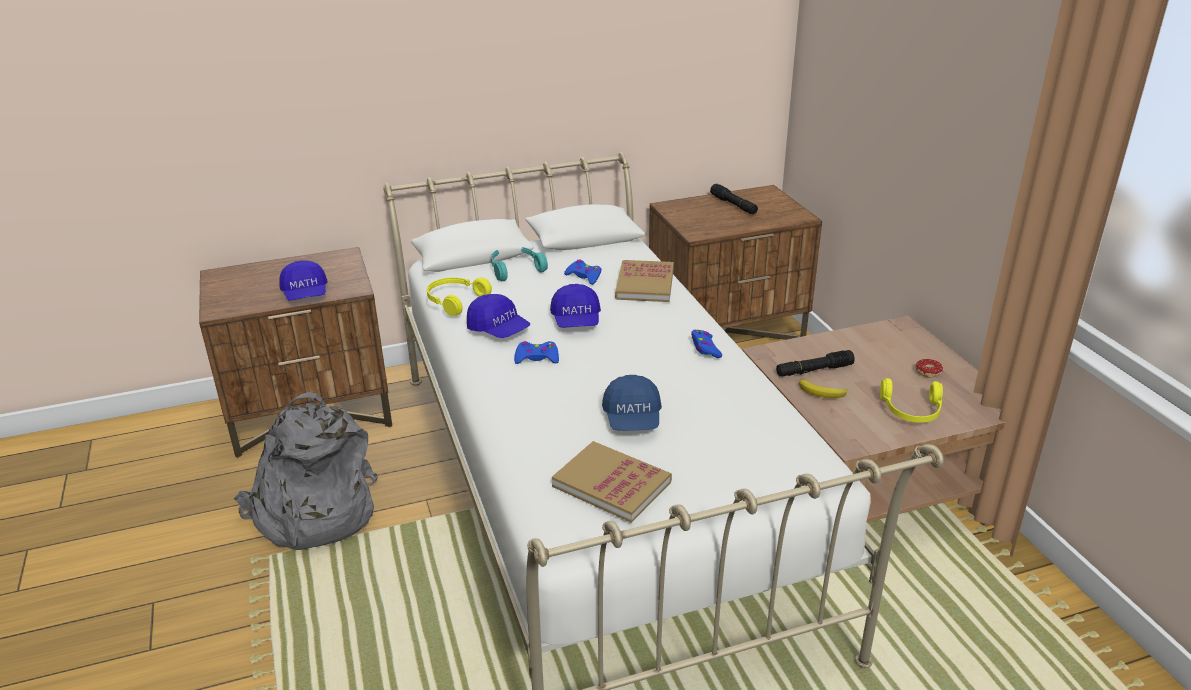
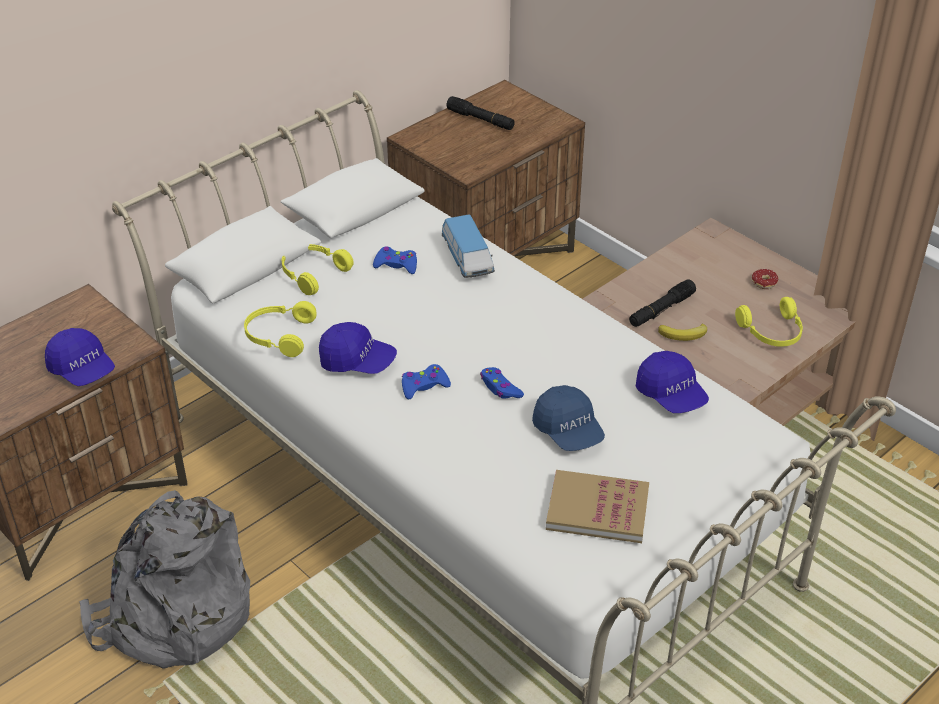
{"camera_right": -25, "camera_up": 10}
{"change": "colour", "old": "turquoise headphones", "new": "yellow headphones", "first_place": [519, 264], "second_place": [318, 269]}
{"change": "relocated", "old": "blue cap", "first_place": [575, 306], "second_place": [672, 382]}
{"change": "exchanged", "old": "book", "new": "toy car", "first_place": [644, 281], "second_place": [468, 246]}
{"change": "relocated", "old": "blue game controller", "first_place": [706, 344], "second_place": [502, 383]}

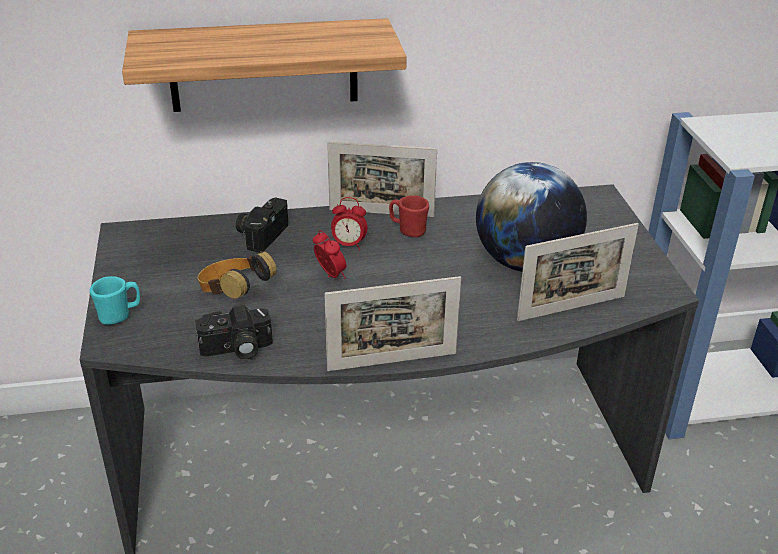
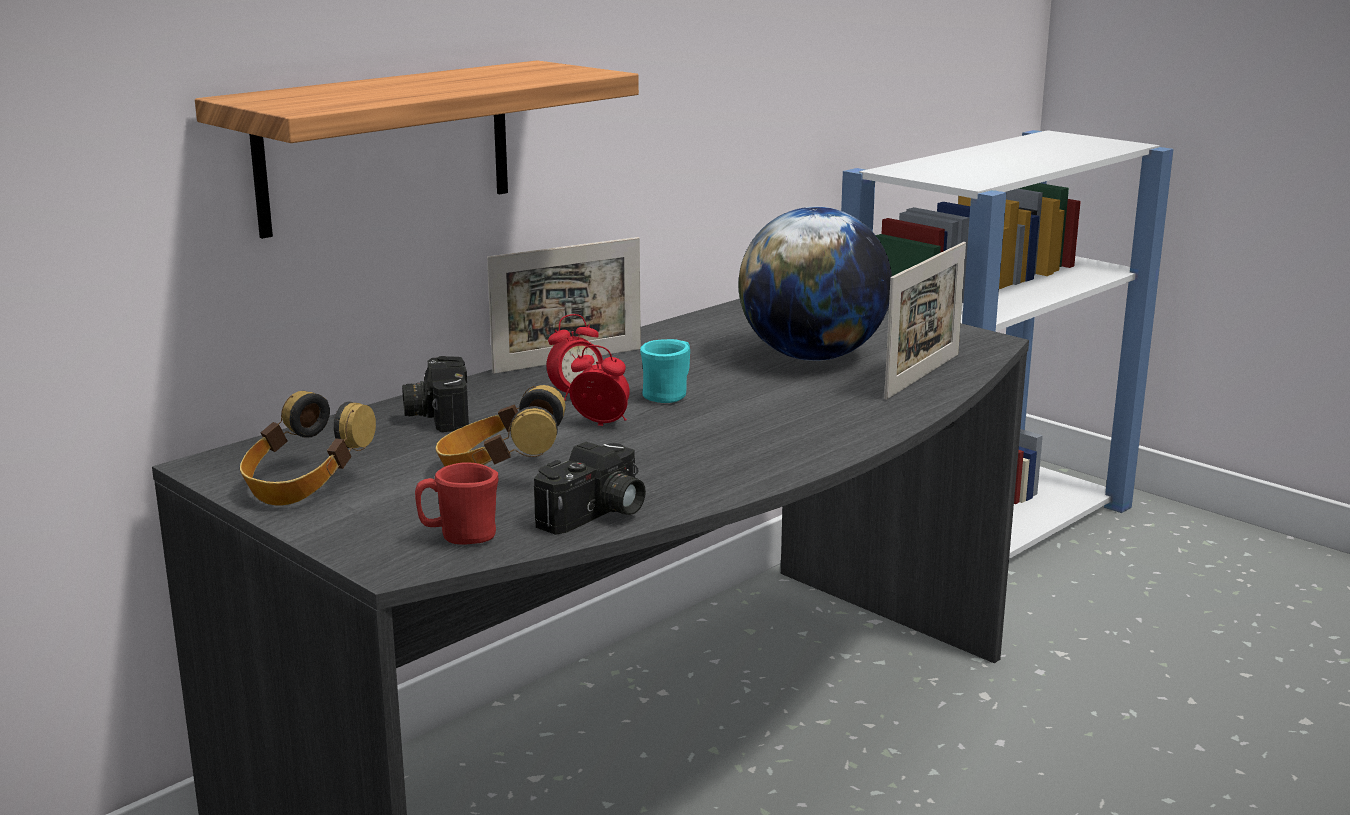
{"camera_right": -35, "camera_up": -15}
{"change": "relocated", "old": "turquoise mug", "first_place": [114, 300], "second_place": [665, 371]}
{"change": "missing", "old": "picture frame", "first_place": [392, 323]}
{"change": "relocated", "old": "red mug", "first_place": [409, 216], "second_place": [456, 504]}
{"change": "appeared", "new": "headphones", "second_place": [308, 448]}

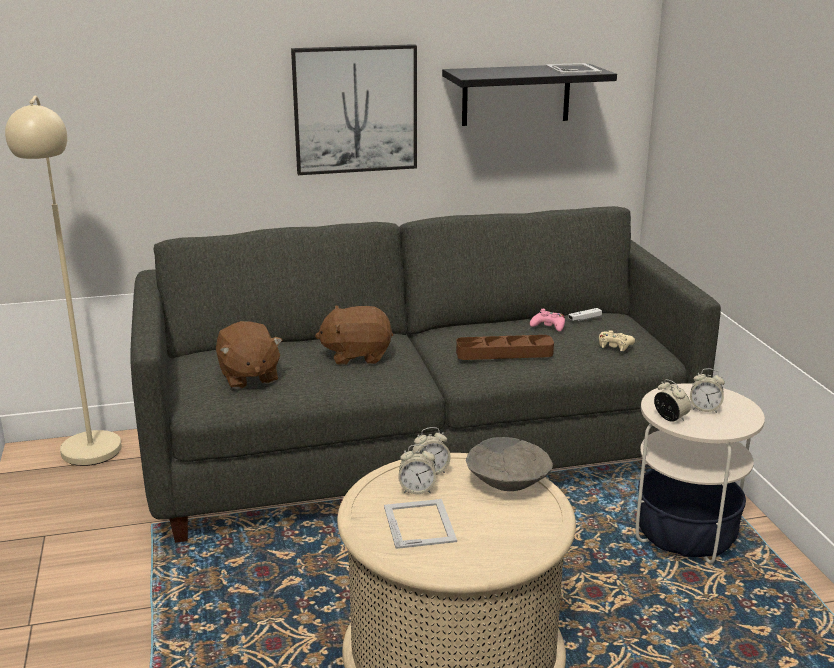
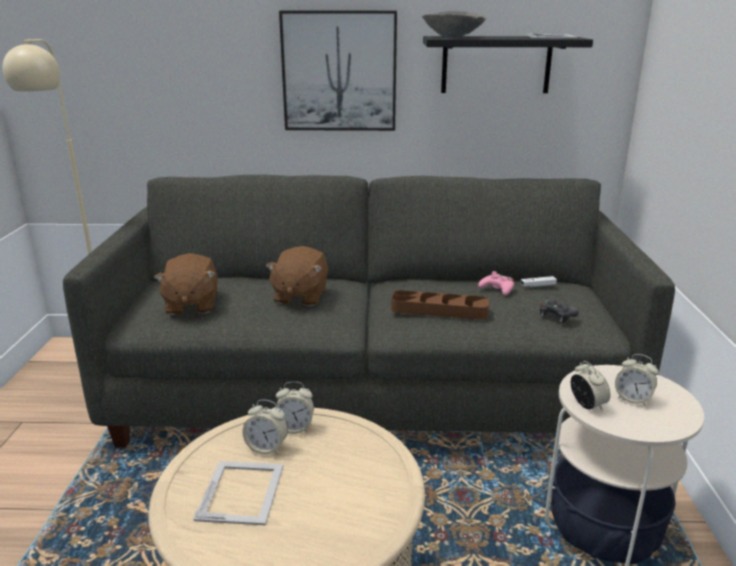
{"camera_right": 15, "camera_up": 0}
{"change": "spun", "old": "brown plush toy", "first_place": [354, 335], "second_place": [297, 276], "degrees": -90}
{"change": "relocated", "old": "grey bowl", "first_place": [509, 464], "second_place": [454, 24]}
{"change": "colour", "old": "beige game controller", "new": "black game controller", "first_place": [617, 340], "second_place": [559, 310]}

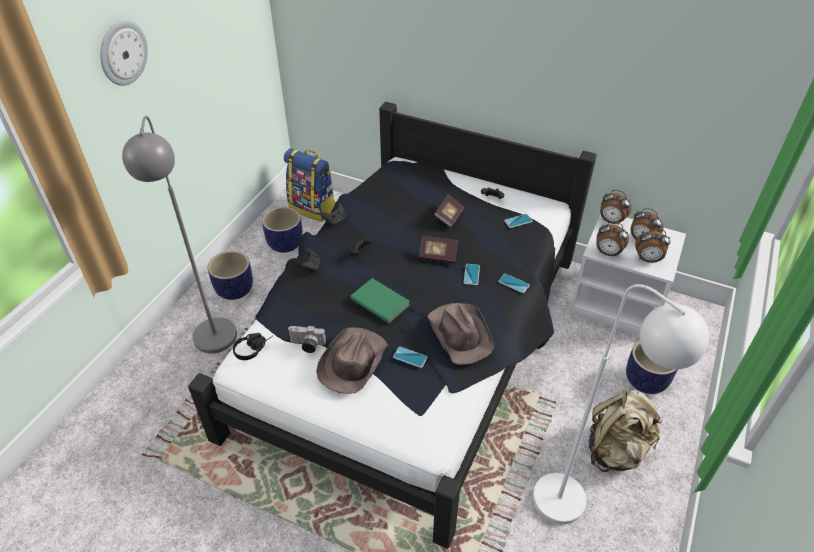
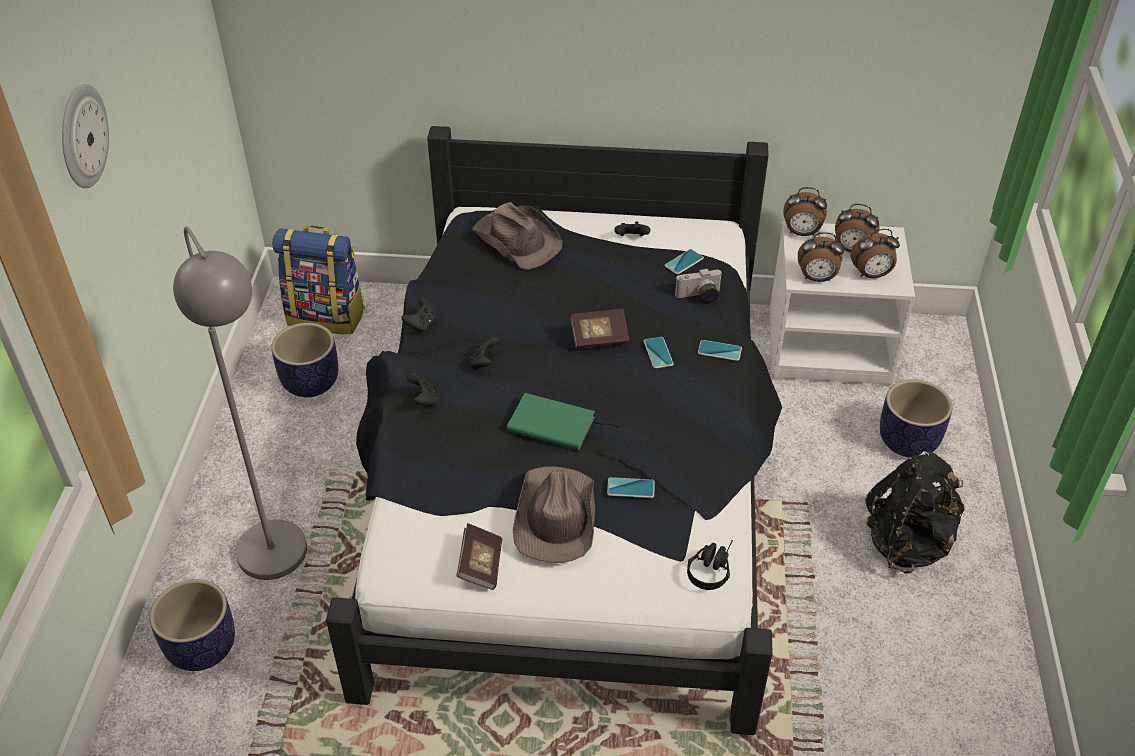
{"camera_right": -20, "camera_up": 0}
{"change": "relocated", "old": "planter", "first_place": [230, 275], "second_place": [192, 625]}
{"change": "relocated", "old": "black headphones", "first_place": [253, 346], "second_place": [710, 565]}
{"change": "relocated", "old": "photo camera", "first_place": [307, 339], "second_place": [699, 285]}
{"change": "relocated", "old": "brown hat", "first_place": [460, 334], "second_place": [517, 236]}
{"change": "relocated", "old": "book", "first_place": [449, 211], "second_place": [479, 556]}
{"change": "missing", "old": "white floor lamp", "first_place": [621, 404]}
{"change": "colour", "old": "beige backpack", "new": "black backpack", "first_place": [626, 431], "second_place": [914, 512]}

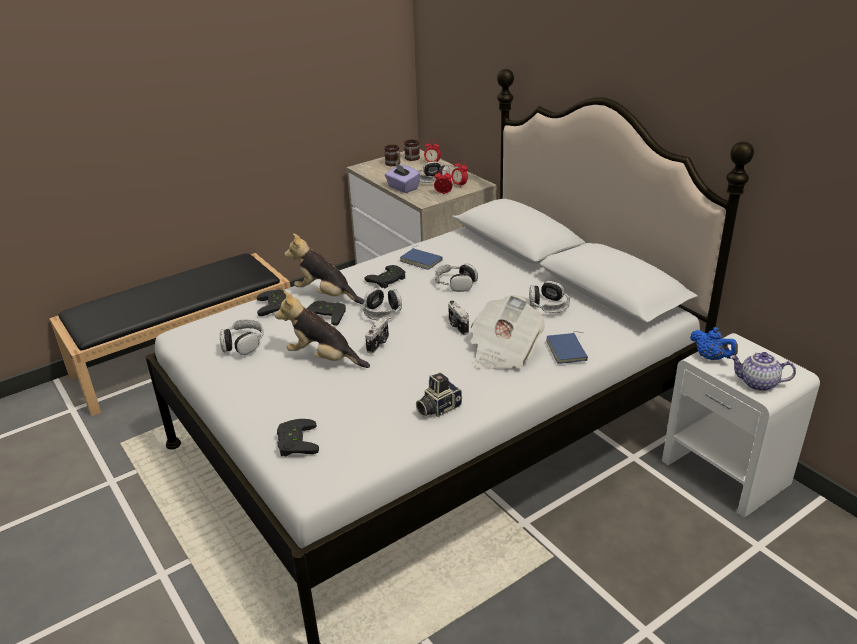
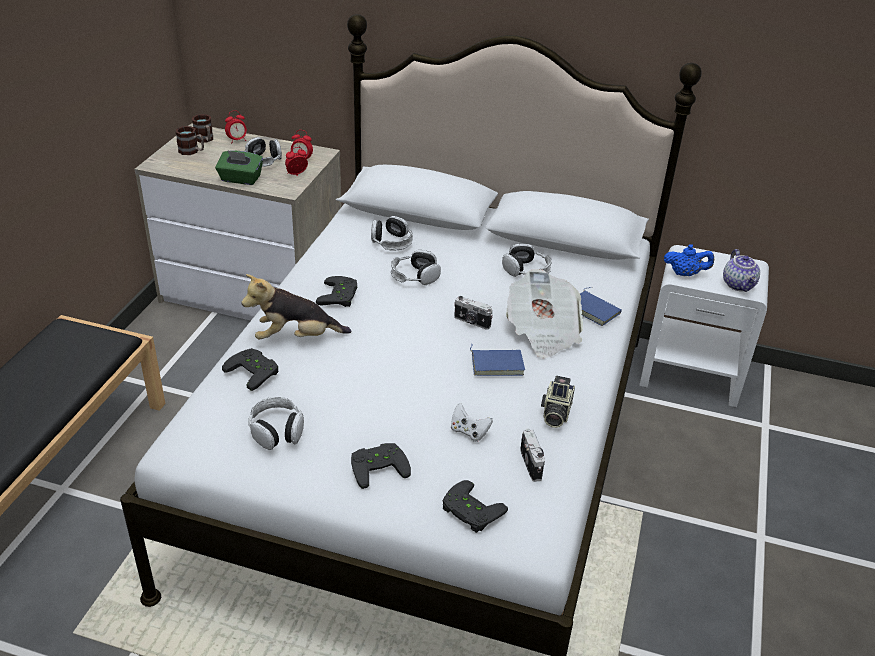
{"camera_right": -40, "camera_up": 5}
{"change": "missing", "old": "plush toy", "first_place": [322, 329]}
{"change": "relocated", "old": "black game controller", "first_place": [326, 313], "second_place": [381, 466]}
{"change": "relocated", "old": "headphones", "first_place": [382, 304], "second_place": [392, 233]}
{"change": "relocated", "old": "photo camera", "first_place": [377, 335], "second_place": [532, 455]}
{"change": "colour", "old": "purple tissue box", "new": "green tissue box", "first_place": [402, 178], "second_place": [239, 168]}
{"change": "relocated", "old": "blue book", "first_place": [421, 258], "second_place": [497, 360]}
{"change": "spun", "old": "teapot", "first_place": [763, 371], "second_place": [741, 270], "degrees": -75}
{"change": "appeared", "new": "white game controller", "second_place": [472, 422]}

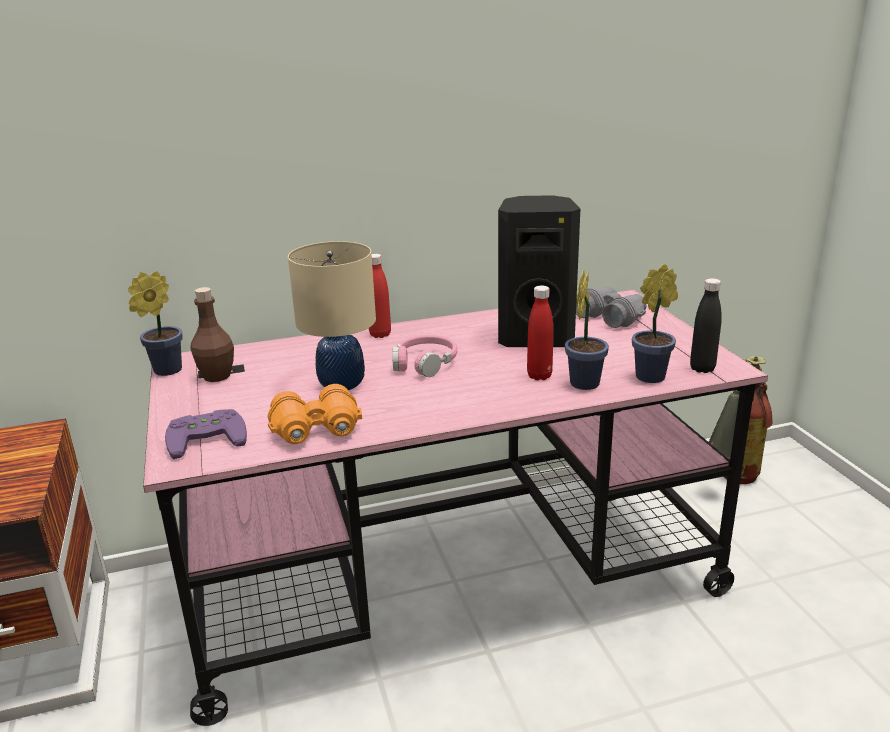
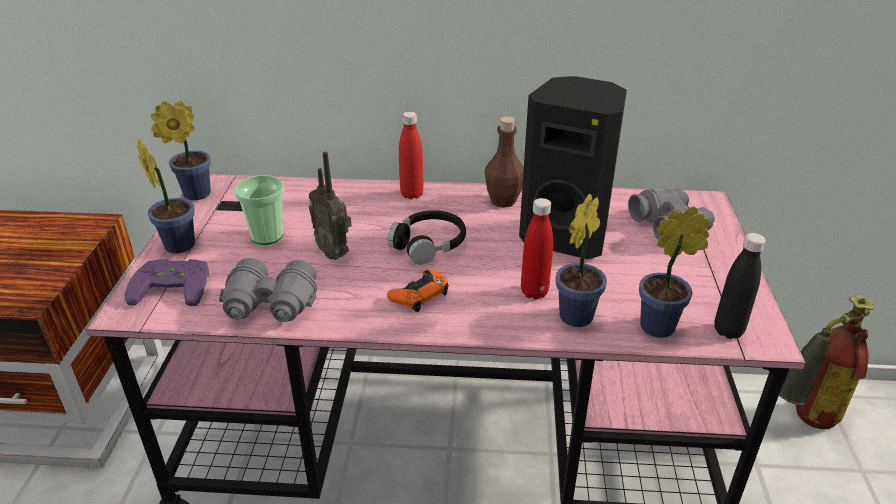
{"camera_right": 20, "camera_up": 10}
{"change": "relocated", "old": "brown bottle", "first_place": [212, 334], "second_place": [504, 162]}
{"change": "colour", "old": "orange binoculars", "new": "grey binoculars", "first_place": [314, 414], "second_place": [268, 290]}
{"change": "exchanged", "old": "beige table lamp", "new": "radio", "first_place": [332, 315], "second_place": [330, 205]}
{"change": "colour", "old": "pink headphones", "new": "black headphones", "first_place": [425, 356], "second_place": [427, 237]}
{"change": "appeared", "new": "potted plant", "second_place": [166, 196]}
{"change": "appeared", "new": "cup", "second_place": [259, 210]}
{"change": "appeared", "new": "orange game controller", "second_place": [418, 291]}

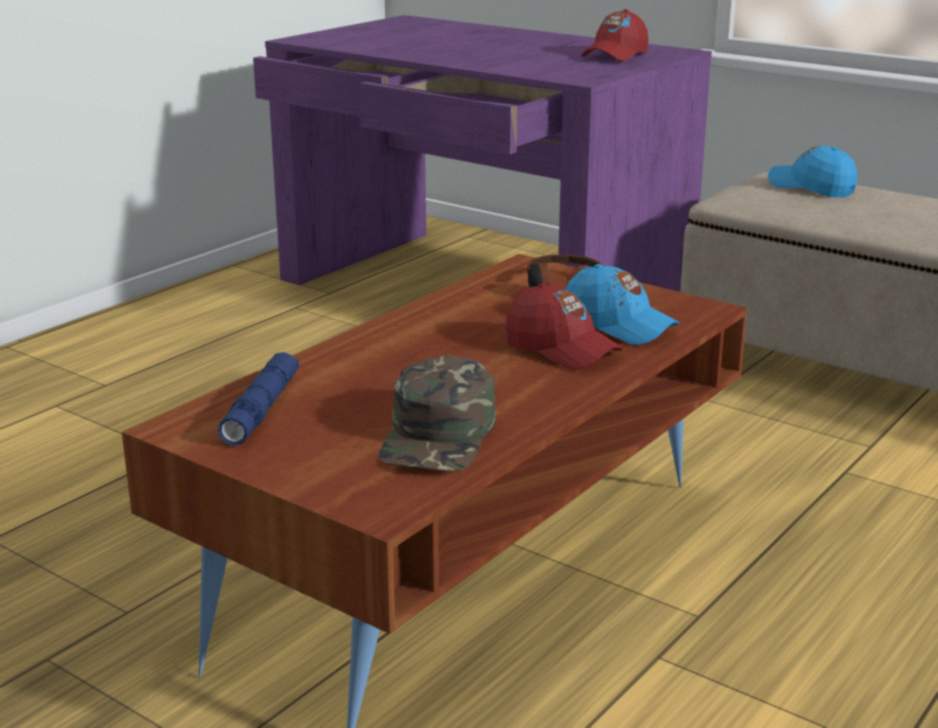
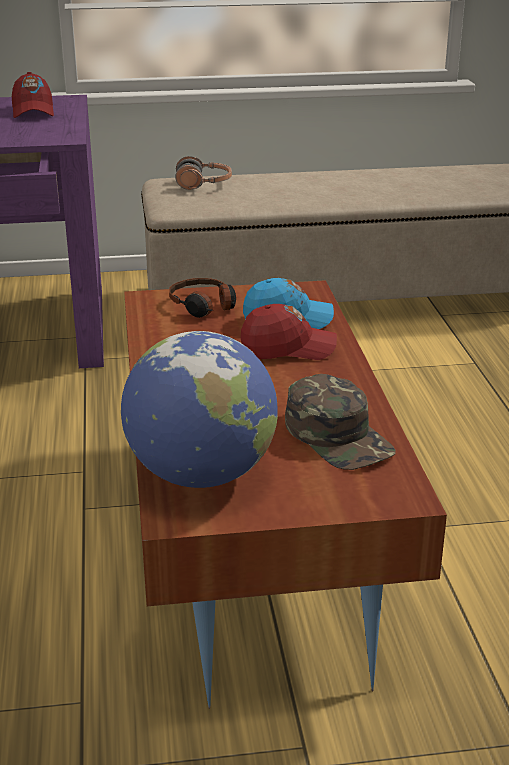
{"camera_right": -45, "camera_up": 5}
{"change": "exchanged", "old": "blue flashlight", "new": "globe", "first_place": [258, 399], "second_place": [199, 409]}
{"change": "exchanged", "old": "blue cap", "new": "headphones", "first_place": [812, 172], "second_place": [203, 173]}

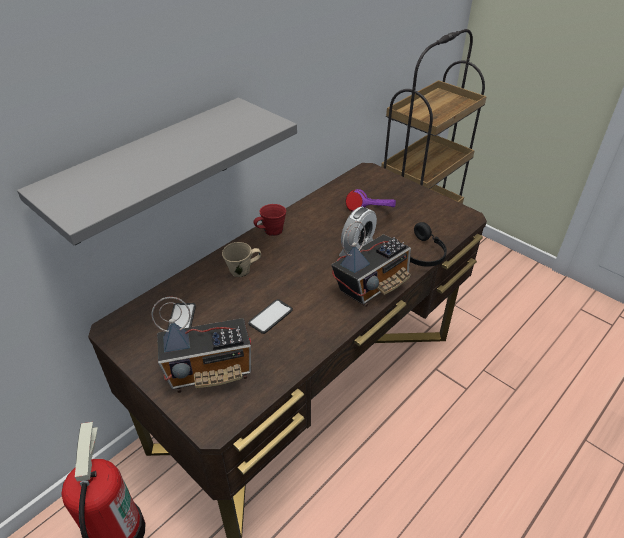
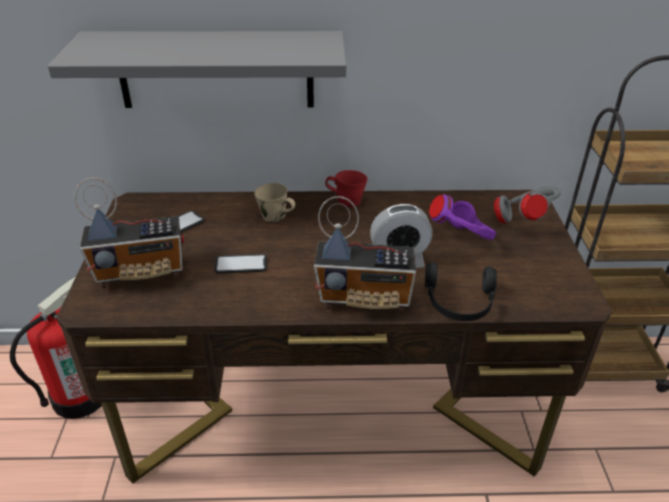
{"camera_right": 45, "camera_up": -5}
{"change": "spun", "old": "radio", "first_place": [201, 345], "second_place": [129, 233], "degrees": -45}
{"change": "appeared", "new": "grey headphones", "second_place": [527, 204]}

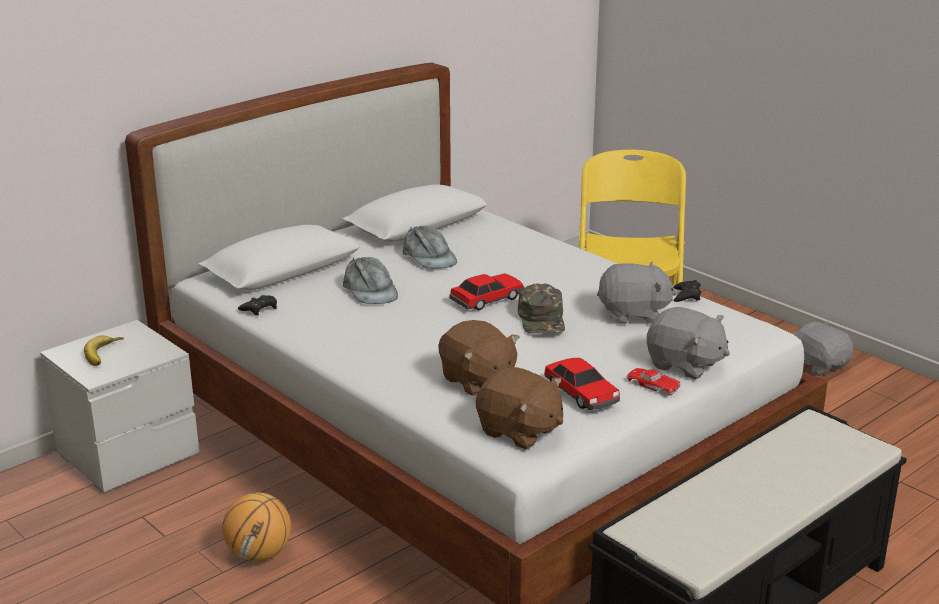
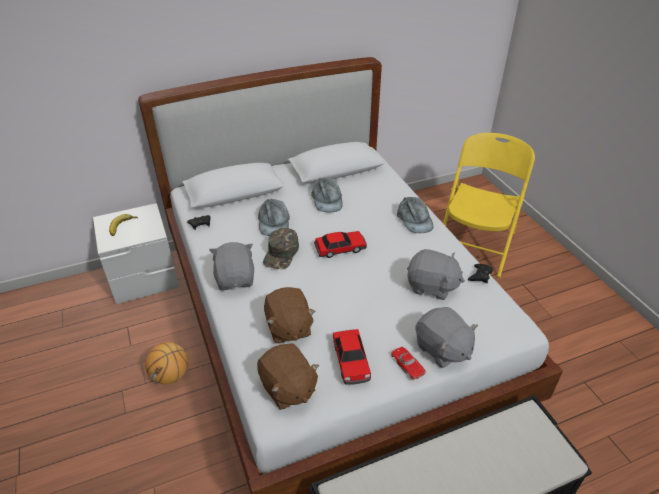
{"camera_right": 20, "camera_up": 15}
{"change": "relocated", "old": "green cap", "first_place": [541, 308], "second_place": [281, 248]}
{"change": "relocated", "old": "grey plush toy", "first_place": [823, 348], "second_place": [231, 266]}
{"change": "appeared", "new": "grey cap", "second_place": [415, 215]}

